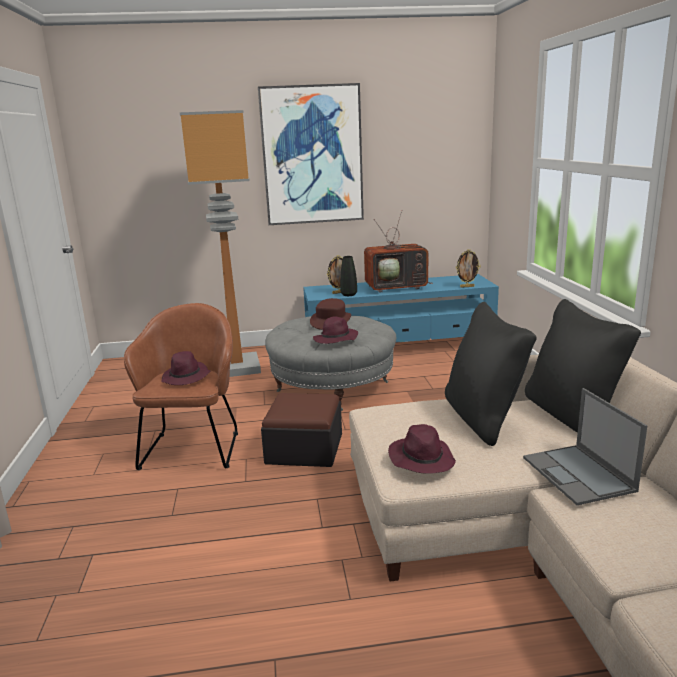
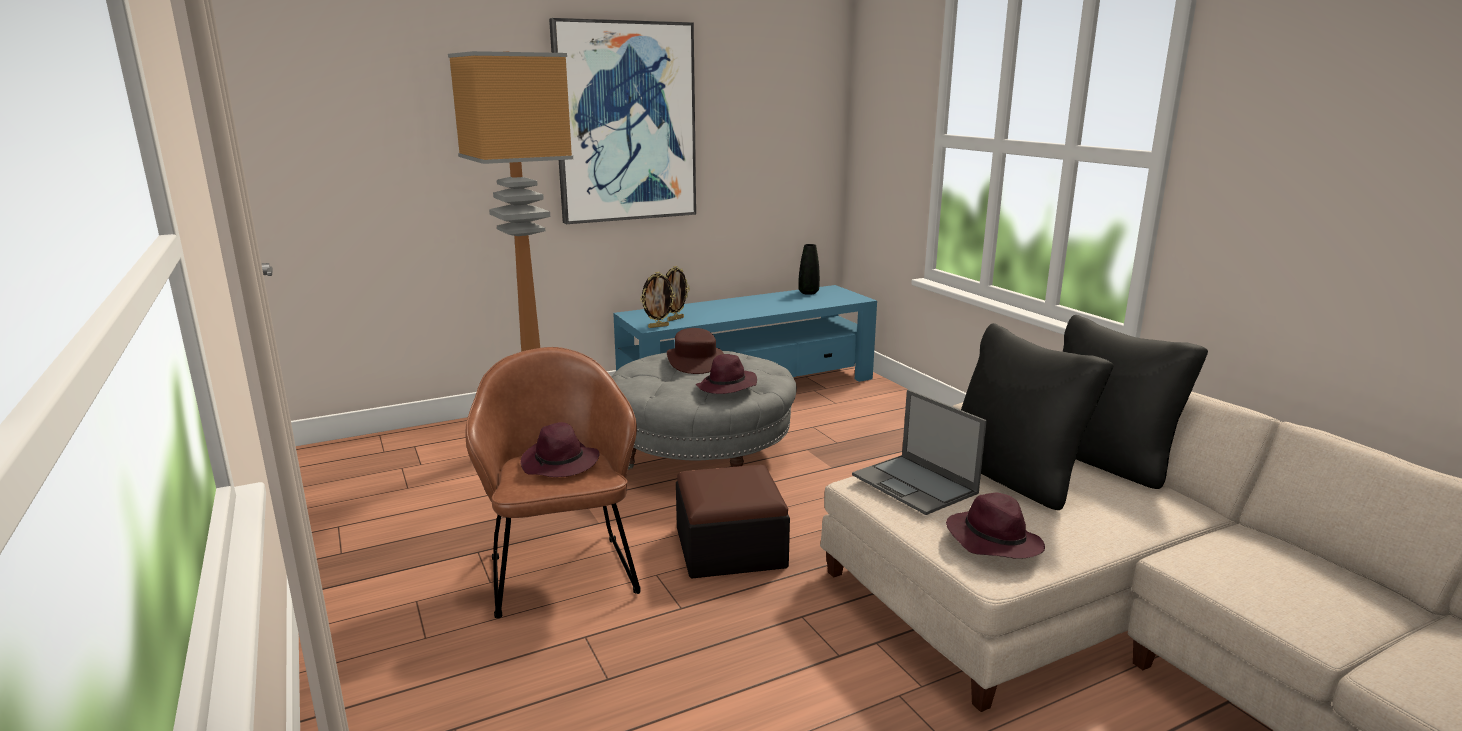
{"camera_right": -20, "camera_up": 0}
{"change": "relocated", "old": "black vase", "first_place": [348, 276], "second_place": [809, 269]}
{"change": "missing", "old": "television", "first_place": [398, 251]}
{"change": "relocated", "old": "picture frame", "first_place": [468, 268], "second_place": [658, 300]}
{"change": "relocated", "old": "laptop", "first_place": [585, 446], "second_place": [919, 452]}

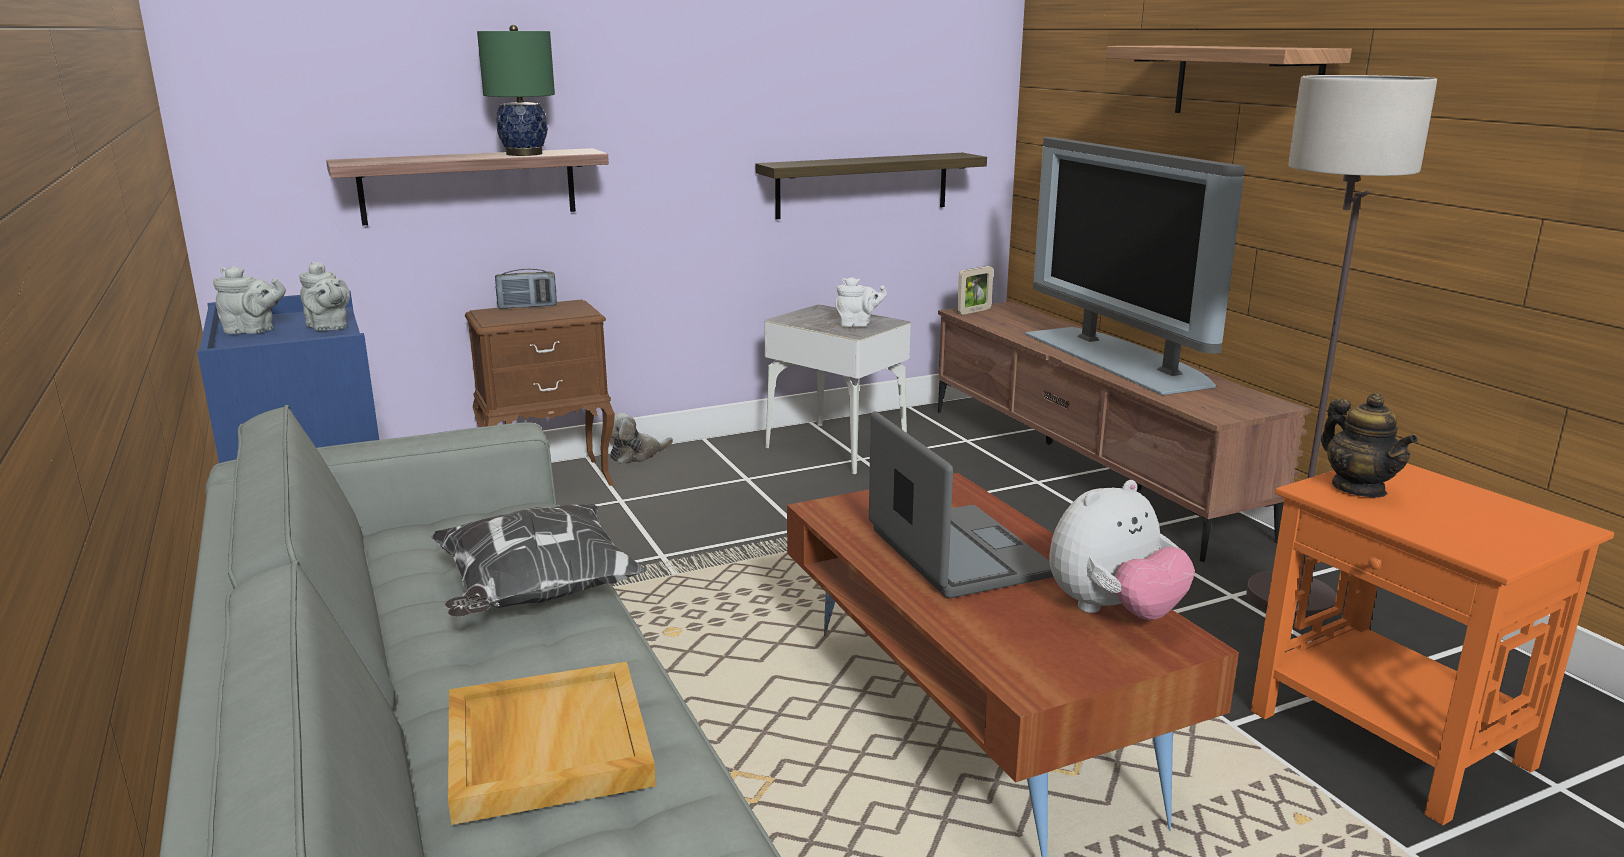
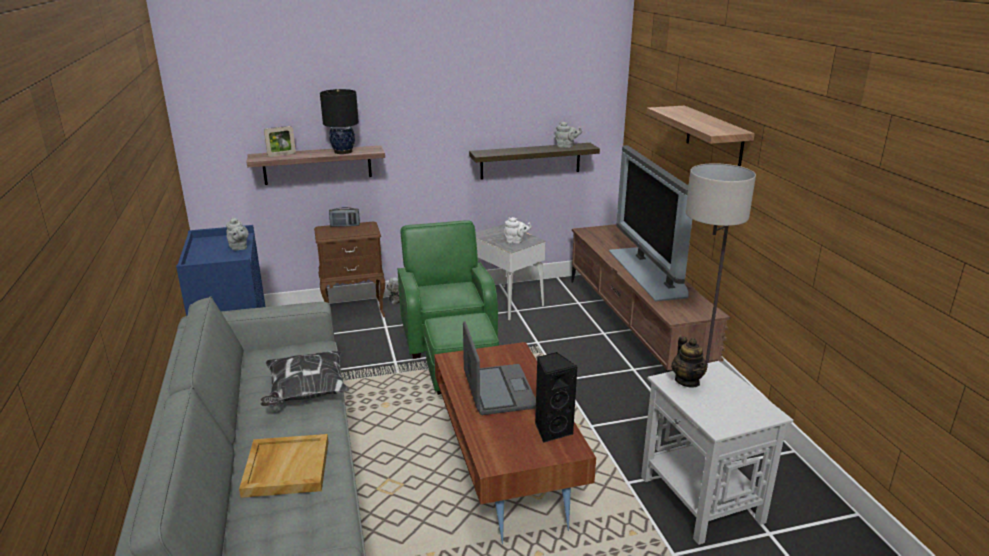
{"camera_right": 10, "camera_up": 5}
{"change": "relocated", "old": "grey teapot", "first_place": [249, 300], "second_place": [568, 135]}
{"change": "colour", "old": "green table lamp", "new": "black table lamp", "first_place": [516, 90], "second_place": [339, 121]}
{"change": "relocated", "old": "picture frame", "first_place": [975, 290], "second_place": [280, 141]}
{"change": "exchanged", "old": "plush toy", "new": "black speaker", "first_place": [1122, 550], "second_place": [556, 397]}
{"change": "colour", "old": "orange side table", "new": "white side table", "first_place": [1432, 644], "second_place": [717, 453]}
{"change": "appeared", "new": "green armchair", "second_place": [448, 307]}

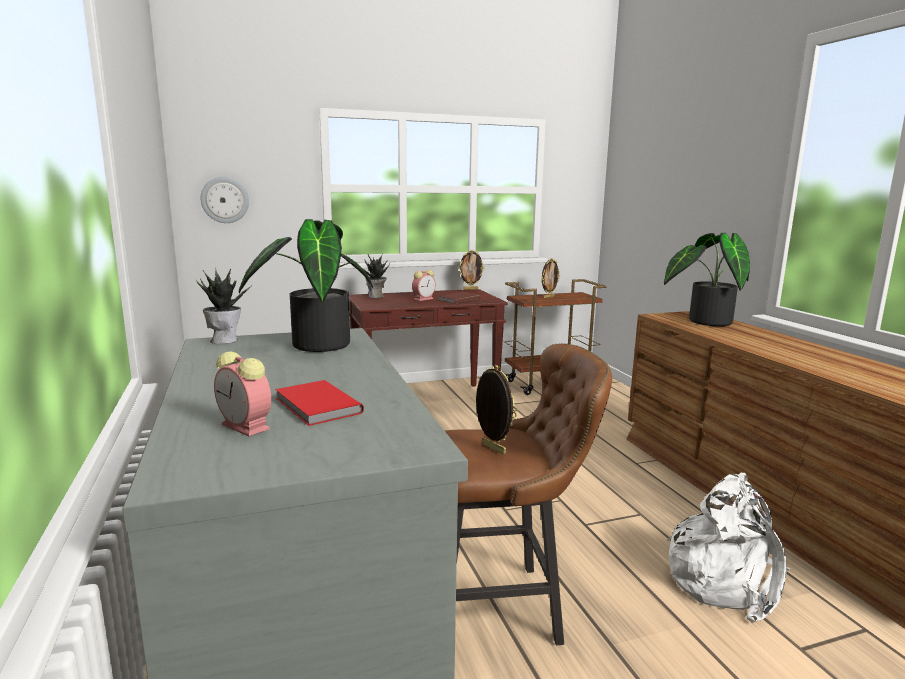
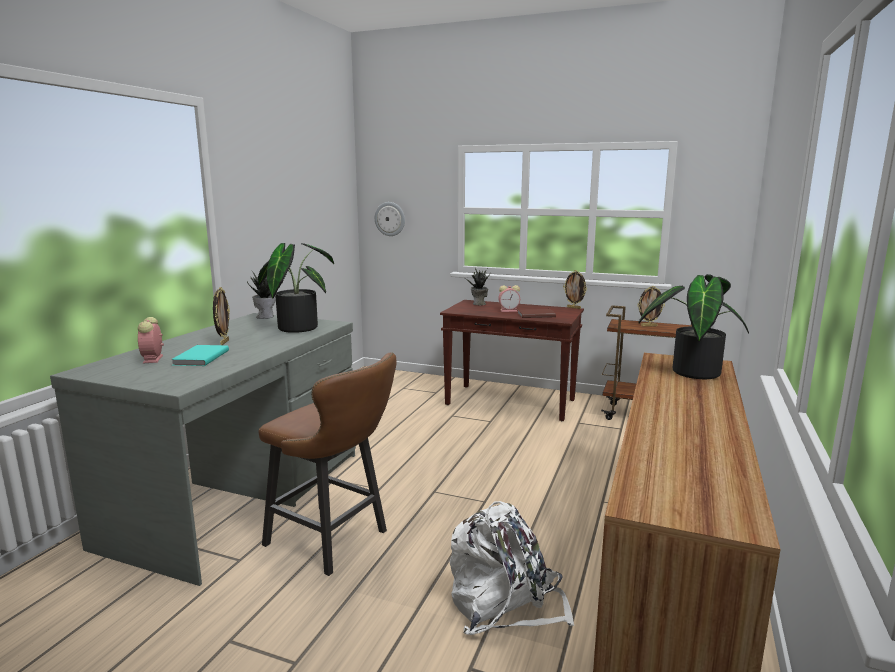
{"camera_right": 40, "camera_up": 0}
{"change": "colour", "old": "red book", "new": "turquoise book", "first_place": [319, 403], "second_place": [200, 355]}
{"change": "relocated", "old": "picture frame", "first_place": [496, 409], "second_place": [221, 316]}

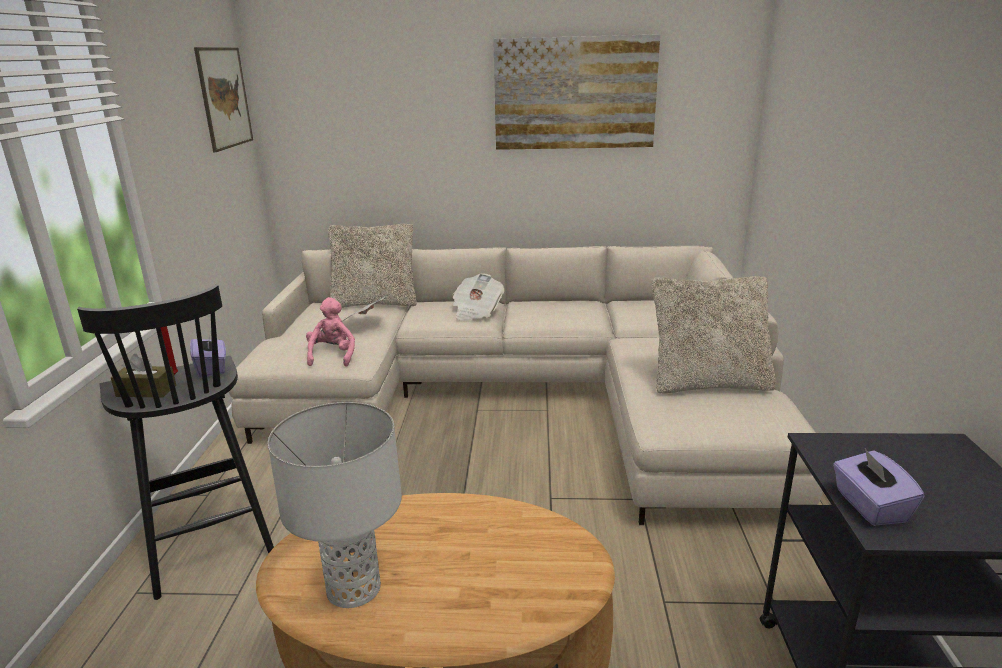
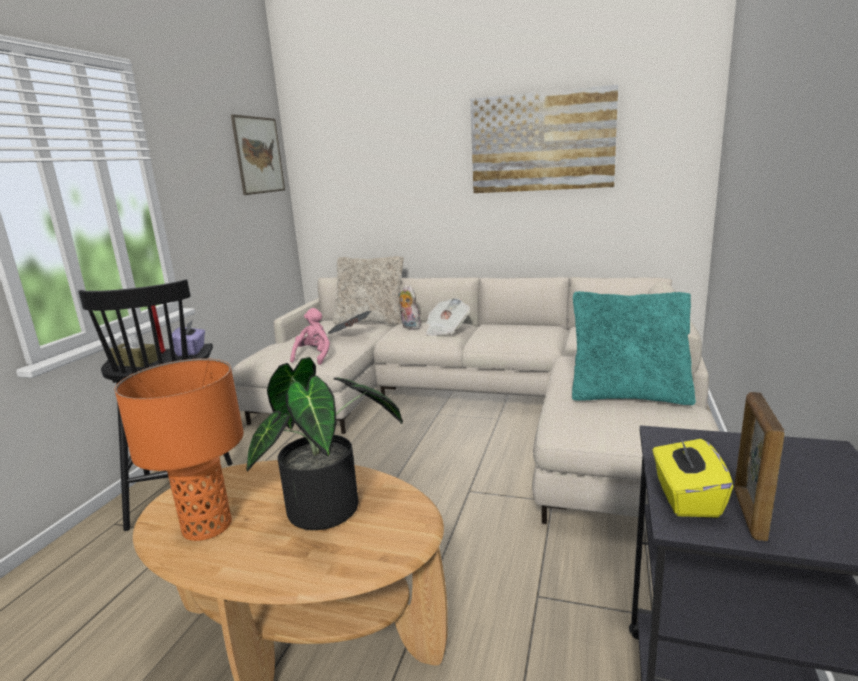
{"camera_right": 15, "camera_up": -5}
{"change": "colour", "old": "white table lamp", "new": "orange table lamp", "first_place": [335, 505], "second_place": [179, 449]}
{"change": "colour", "old": "beige pillow", "new": "turquoise pillow", "first_place": [713, 334], "second_place": [634, 348]}
{"change": "colour", "old": "purple tissue box", "new": "yellow tissue box", "first_place": [879, 487], "second_place": [692, 477]}
{"change": "appeared", "new": "potted plant", "second_place": [324, 443]}
{"change": "appeared", "new": "plush toy", "second_place": [410, 307]}
{"change": "appeared", "new": "picture frame", "second_place": [759, 466]}

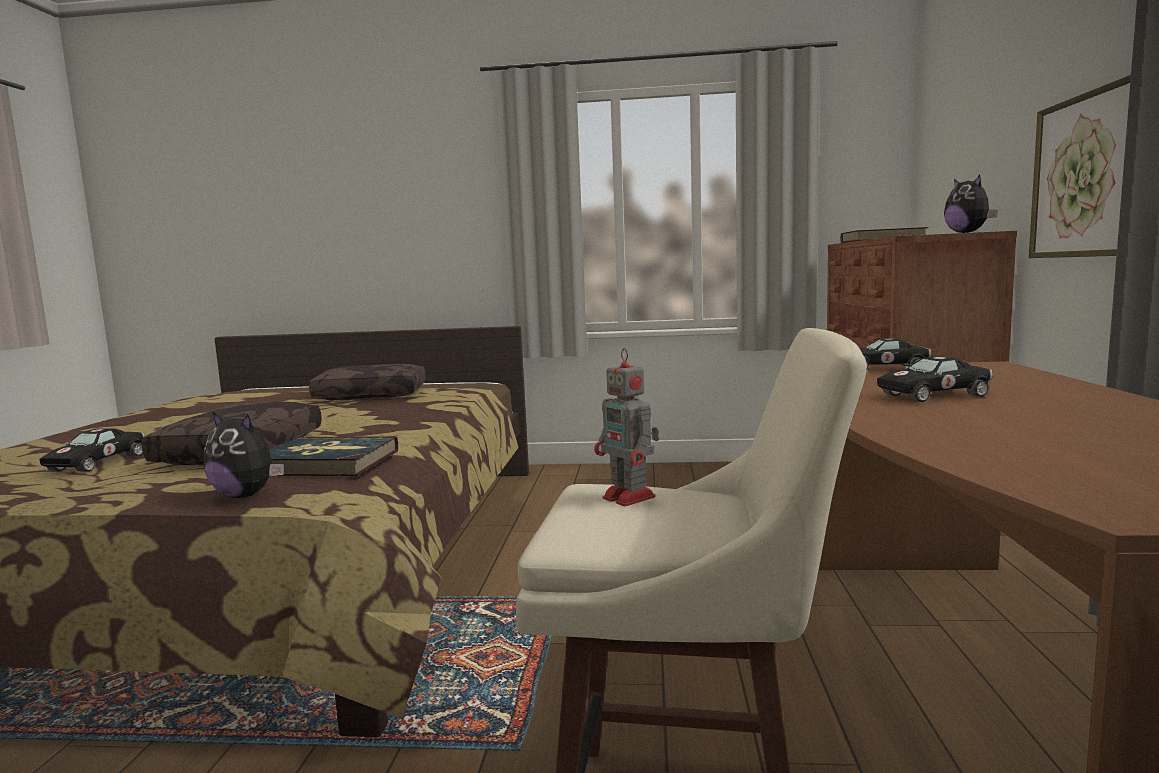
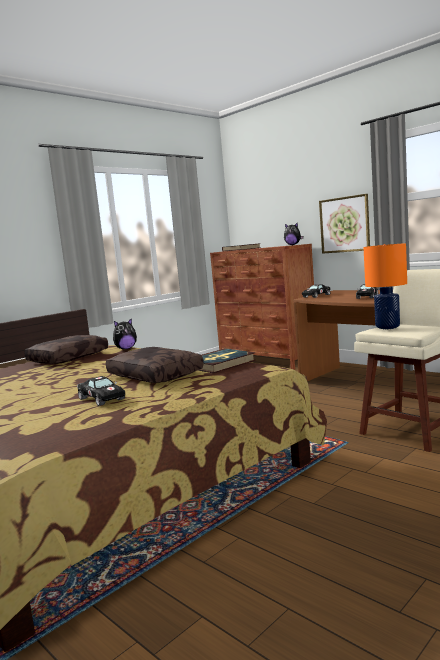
{"camera_right": -50, "camera_up": 0}
{"change": "relocated", "old": "plush toy", "first_place": [244, 454], "second_place": [125, 333]}
{"change": "exchanged", "old": "toy robot", "new": "orange table lamp", "first_place": [626, 427], "second_place": [385, 286]}

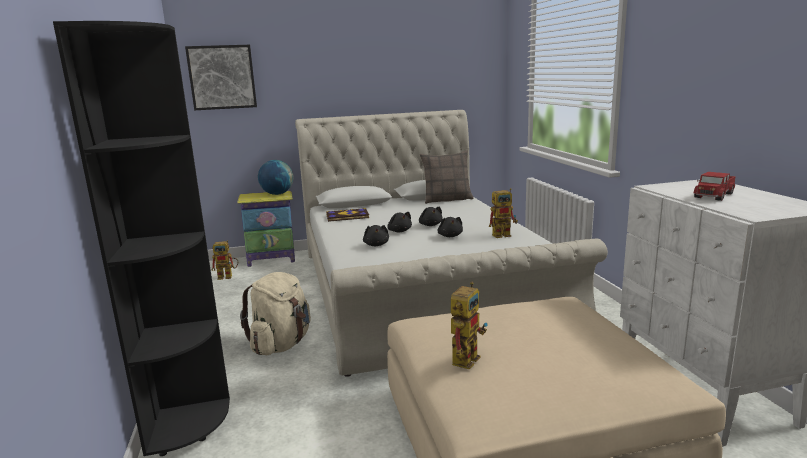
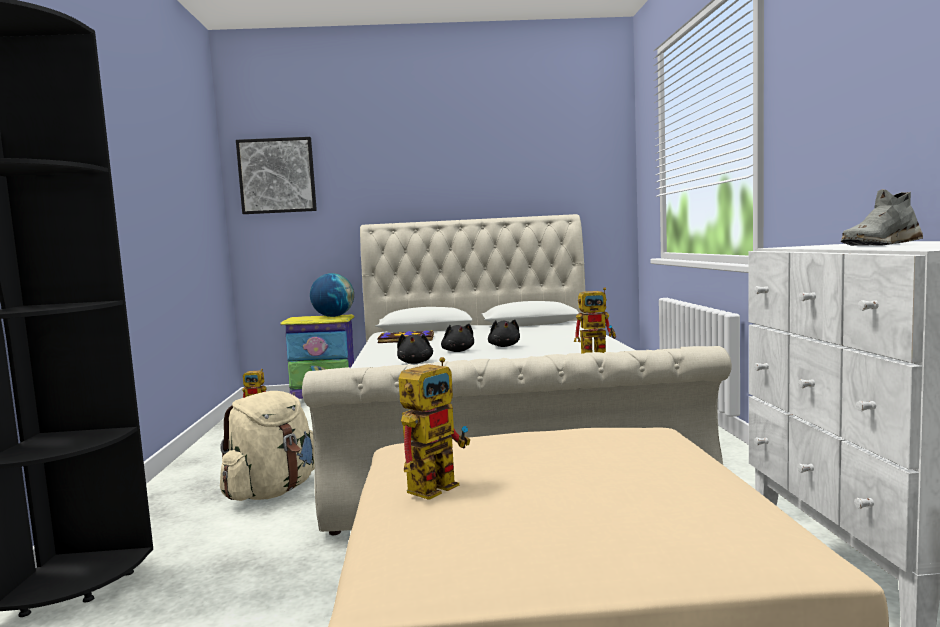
{"camera_right": 10, "camera_up": -10}
{"change": "missing", "old": "pillow", "first_place": [447, 177]}
{"change": "missing", "old": "black plush toy", "first_place": [450, 227]}
{"change": "exchanged", "old": "toy truck", "new": "grey shoe", "first_place": [715, 186], "second_place": [882, 217]}

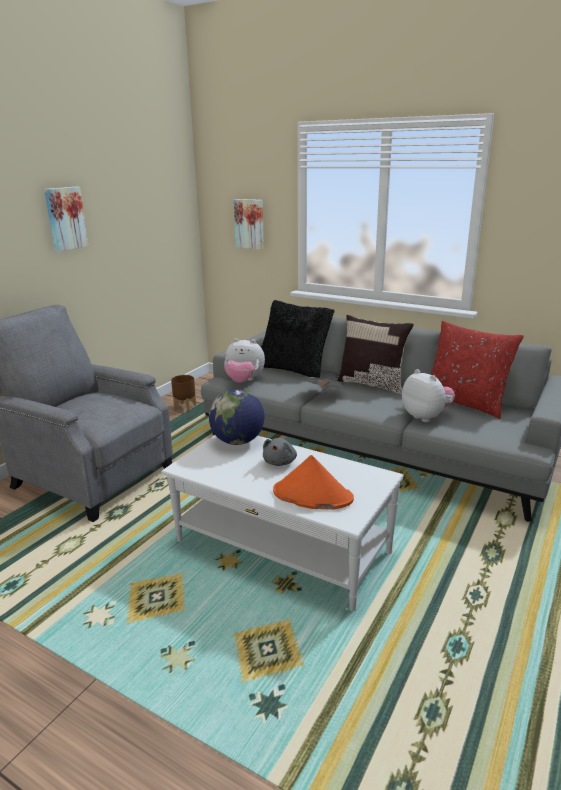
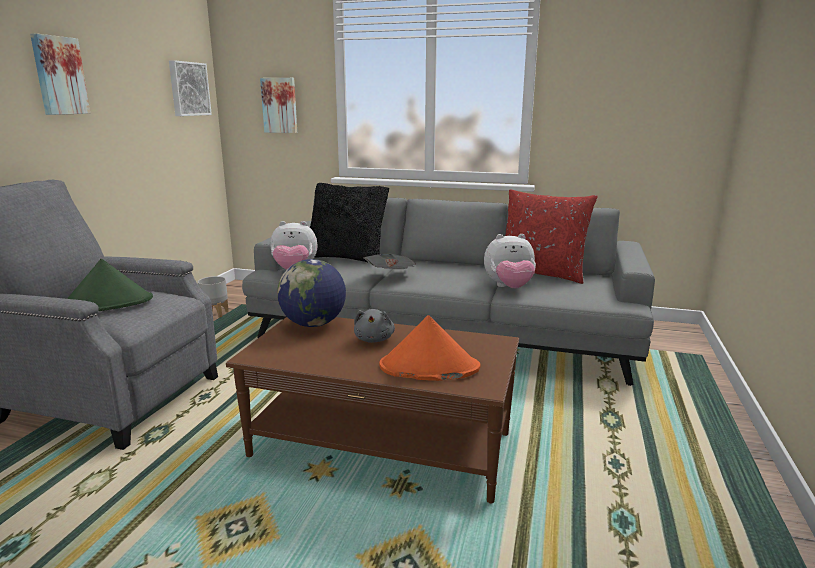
{"camera_right": -15, "camera_up": -5}
{"change": "colour", "old": "white coffee table", "new": "brown coffee table", "first_place": [282, 523], "second_place": [372, 410]}
{"change": "colour", "old": "brown planter", "new": "grey planter", "first_place": [183, 393], "second_place": [213, 297]}
{"change": "missing", "old": "pillow", "first_place": [375, 354]}
{"change": "spun", "old": "plush toy", "first_place": [428, 395], "second_place": [510, 261], "degrees": 135}
{"change": "appeared", "new": "green hat", "second_place": [110, 285]}
{"change": "appeared", "new": "picture", "second_place": [190, 88]}

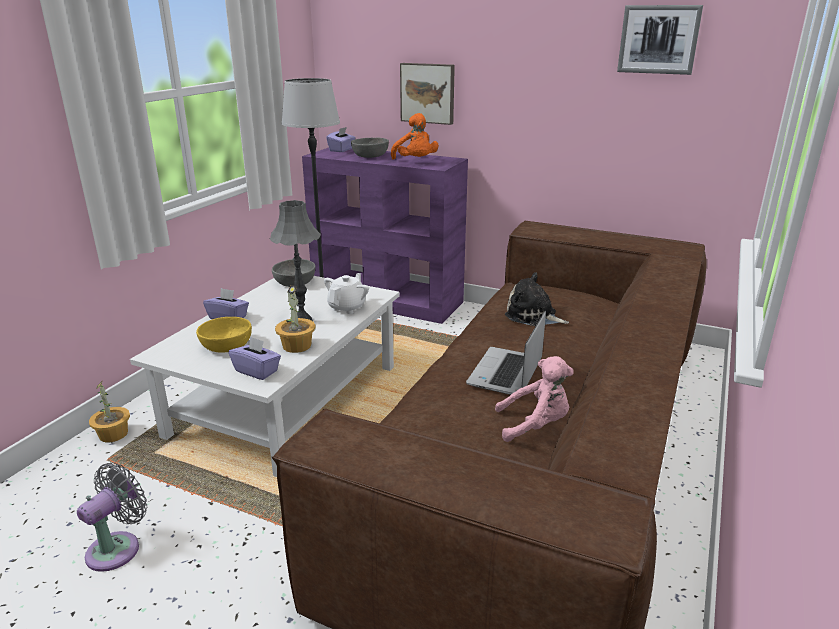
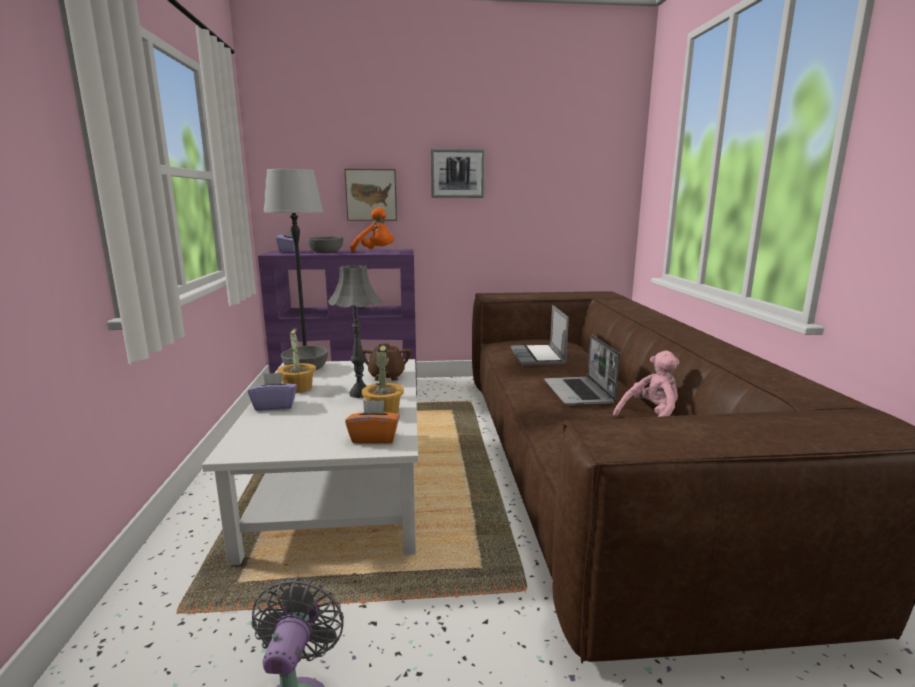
{"camera_right": -30, "camera_up": -10}
{"change": "relocated", "old": "potted plant", "first_place": [109, 411], "second_place": [296, 360]}
{"change": "missing", "old": "yellow bowl", "first_place": [224, 335]}
{"change": "colour", "old": "purple tissue box", "new": "orange tissue box", "first_place": [255, 358], "second_place": [372, 422]}
{"change": "colour", "old": "white teapot", "new": "brown teapot", "first_place": [346, 293], "second_place": [387, 362]}
{"change": "exchanged", "old": "plush toy", "new": "laptop", "first_place": [537, 299], "second_place": [540, 335]}
{"change": "relocated", "old": "picture", "first_place": [660, 40], "second_place": [458, 173]}

